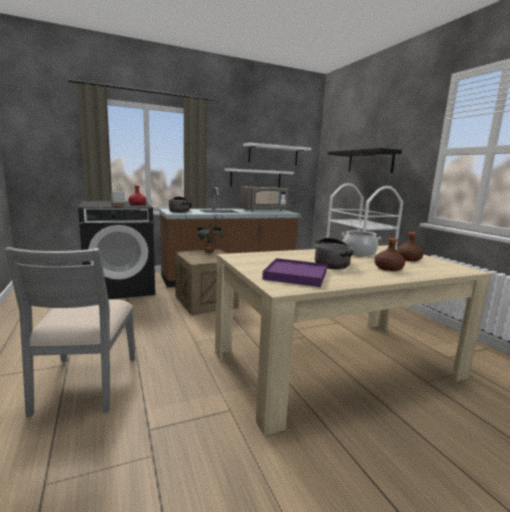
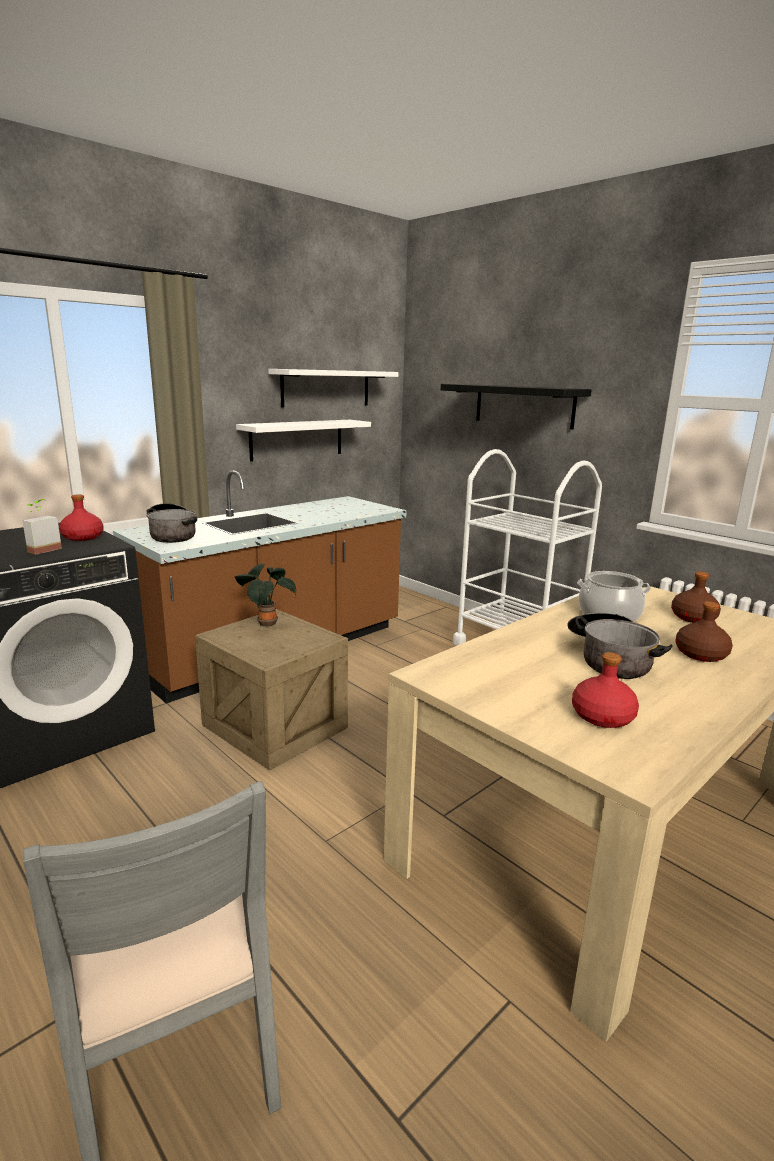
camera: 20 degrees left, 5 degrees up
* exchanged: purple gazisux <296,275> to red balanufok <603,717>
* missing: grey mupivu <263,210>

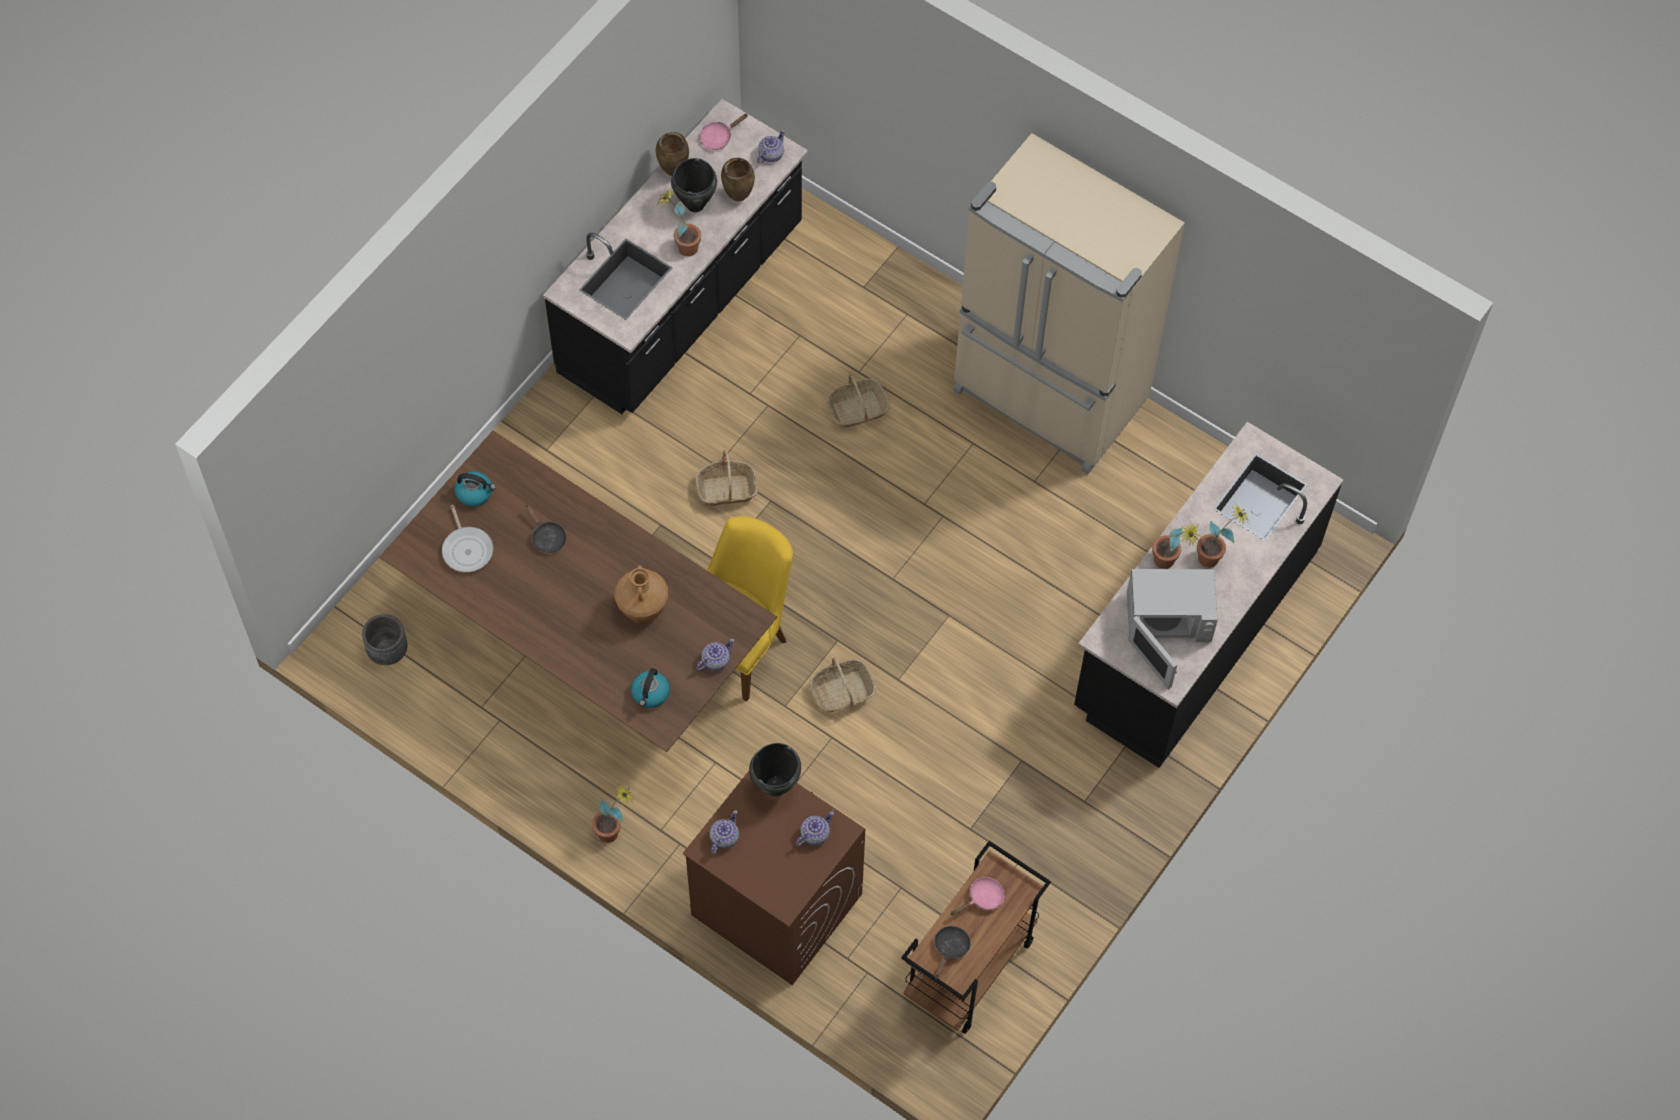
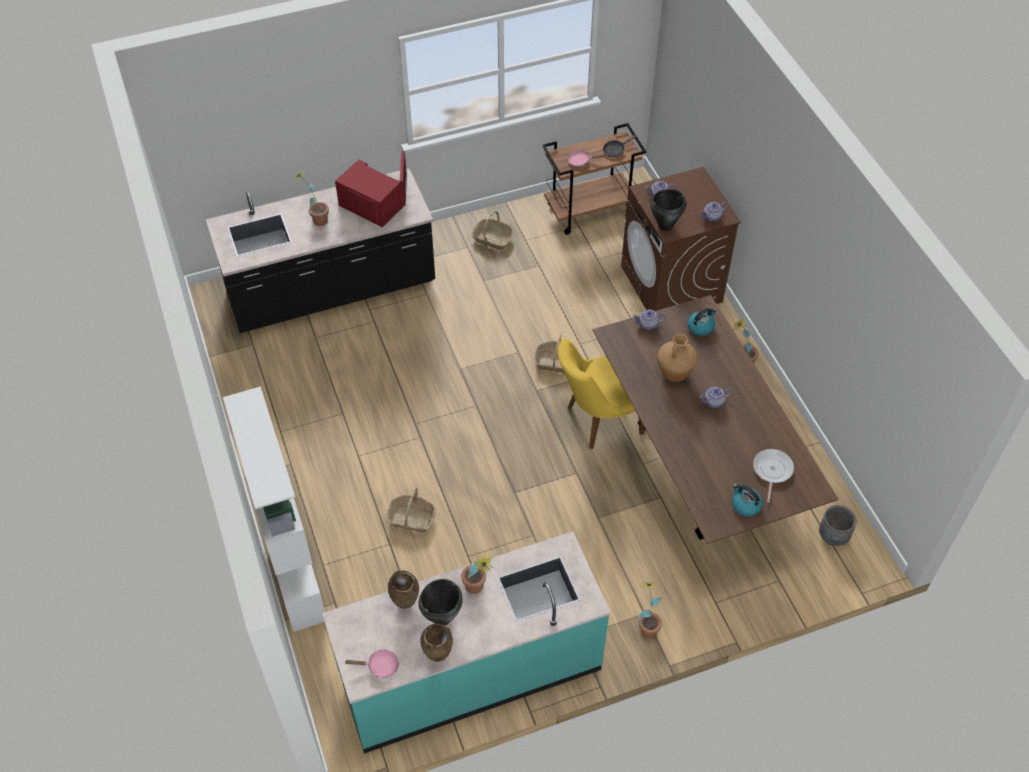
camera: 145 degrees left, 10 degrees down
* appeared: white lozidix <293,574>
* colour: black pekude <682,301> to turquoise pekude <470,671>
* colour: white mupivu <1166,620> to red mupivu <374,205>
* relocated: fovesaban <727,490> to <492,239>
* relocated: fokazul <1169,564> to <647,626>
* relocated: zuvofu <770,154> to <714,402>
* missing: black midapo <547,537>
* missing: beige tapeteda <1048,398>

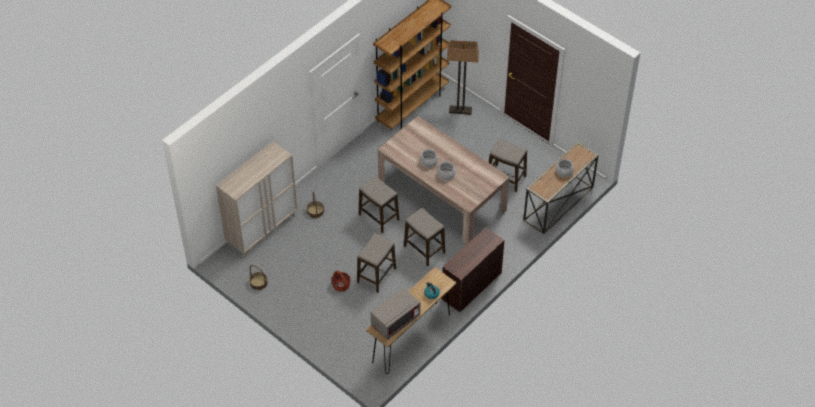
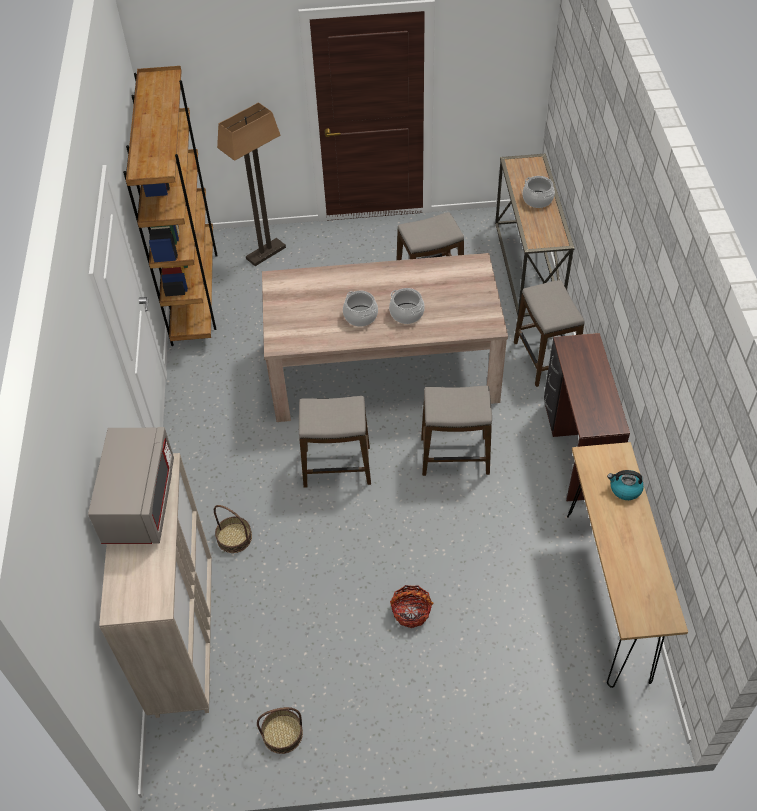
camera: 45 degrees left, 0 degrees up
* relocated: grey mupivu <395,321> to <140,502>
* relocated: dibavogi <376,275> to <545,359>

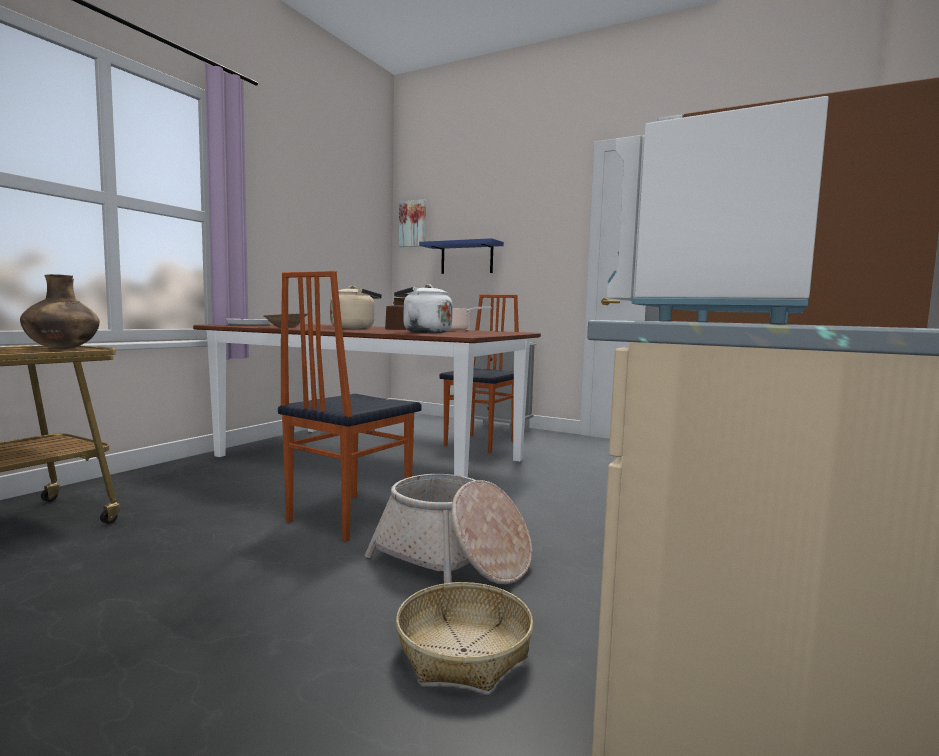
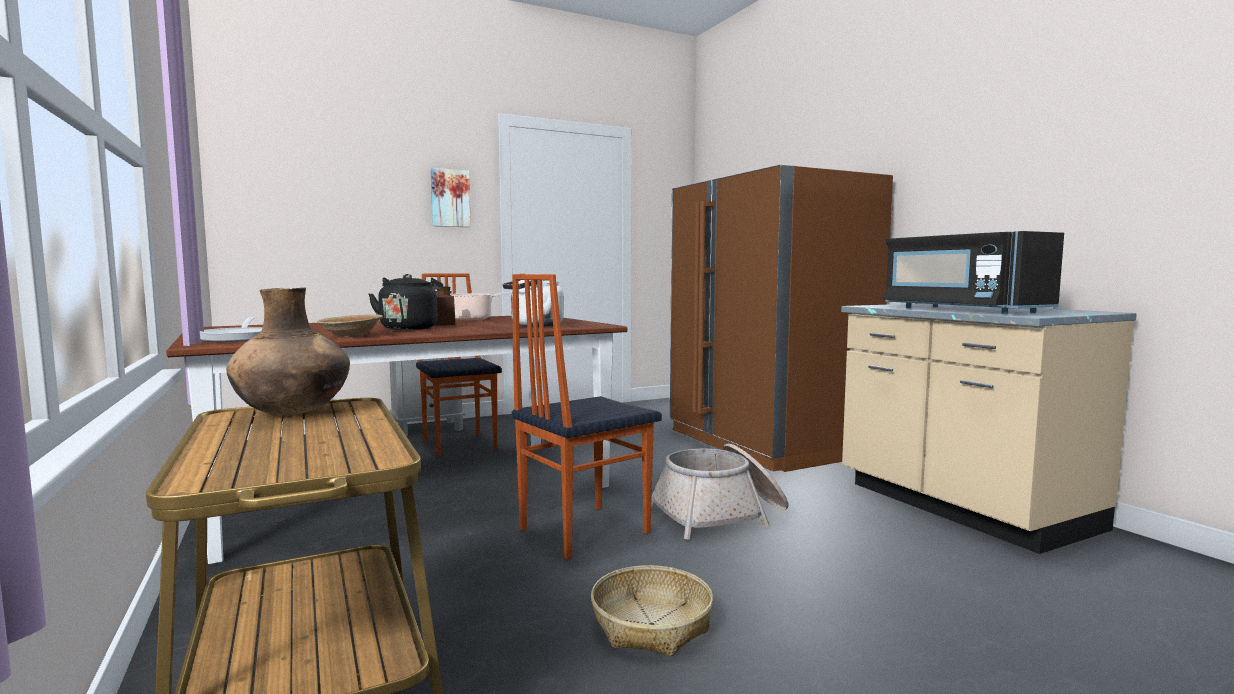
camera: 55 degrees left, 0 degrees up
* colour: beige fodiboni <355,328> to black fodiboni <410,328>
* relocated: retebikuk <413,224> to <450,198>
* spun: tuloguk <347,516> = <582,530> 75 degrees clockwise
* relocated: fovesaban <463,651> to <651,625>
* colour: white mupivu <721,321> to black mupivu <960,310>
* missing: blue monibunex <466,258>

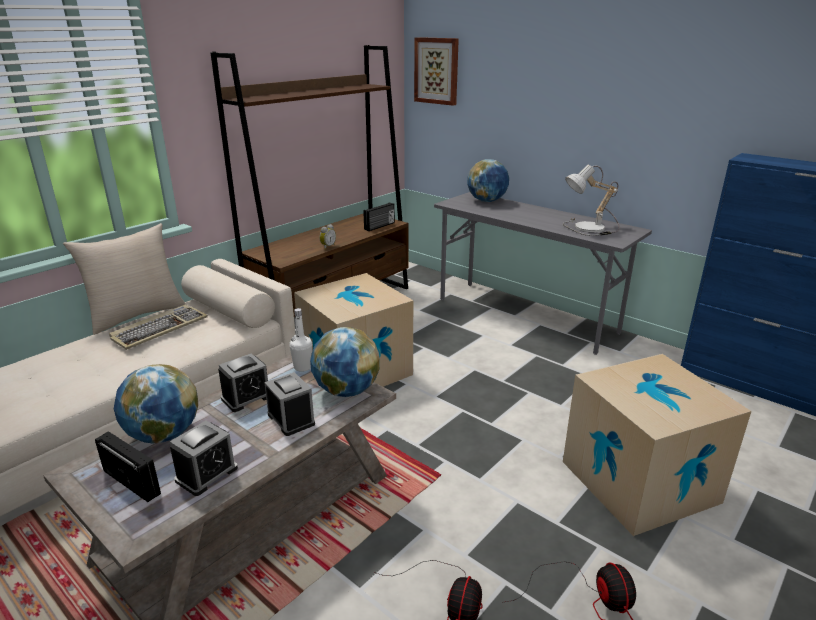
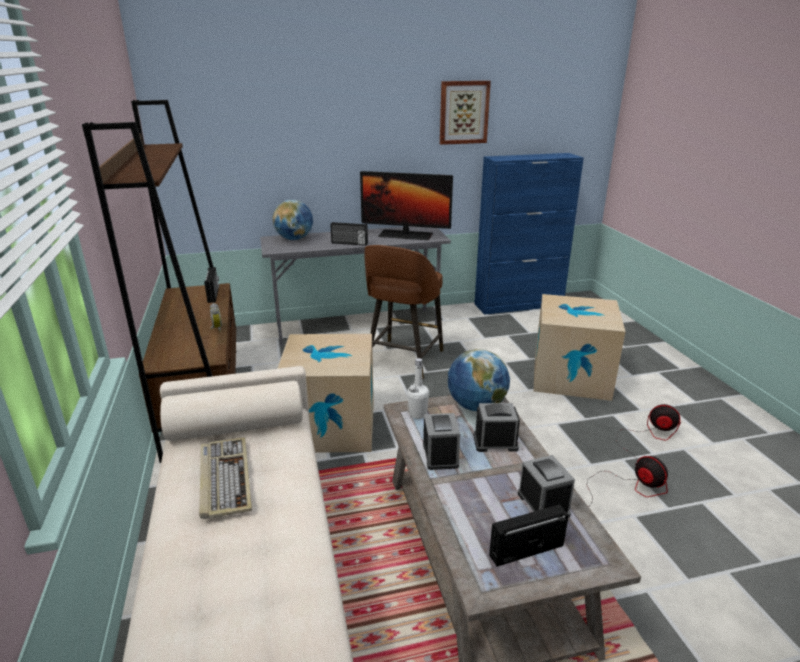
camera: 55 degrees left, 0 degrees up
* appeared: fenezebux <349,243>
* exchanged: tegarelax <589,229> to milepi <405,235>
* appeared: brown dibavogi <403,360>
* relocated: retebikuk <437,71> to <463,112>
* missing: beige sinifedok <137,315>
* missing: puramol <163,435>

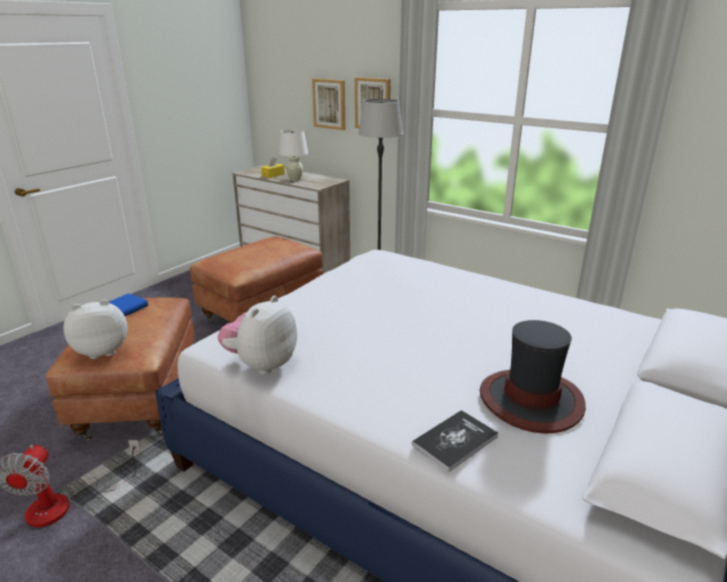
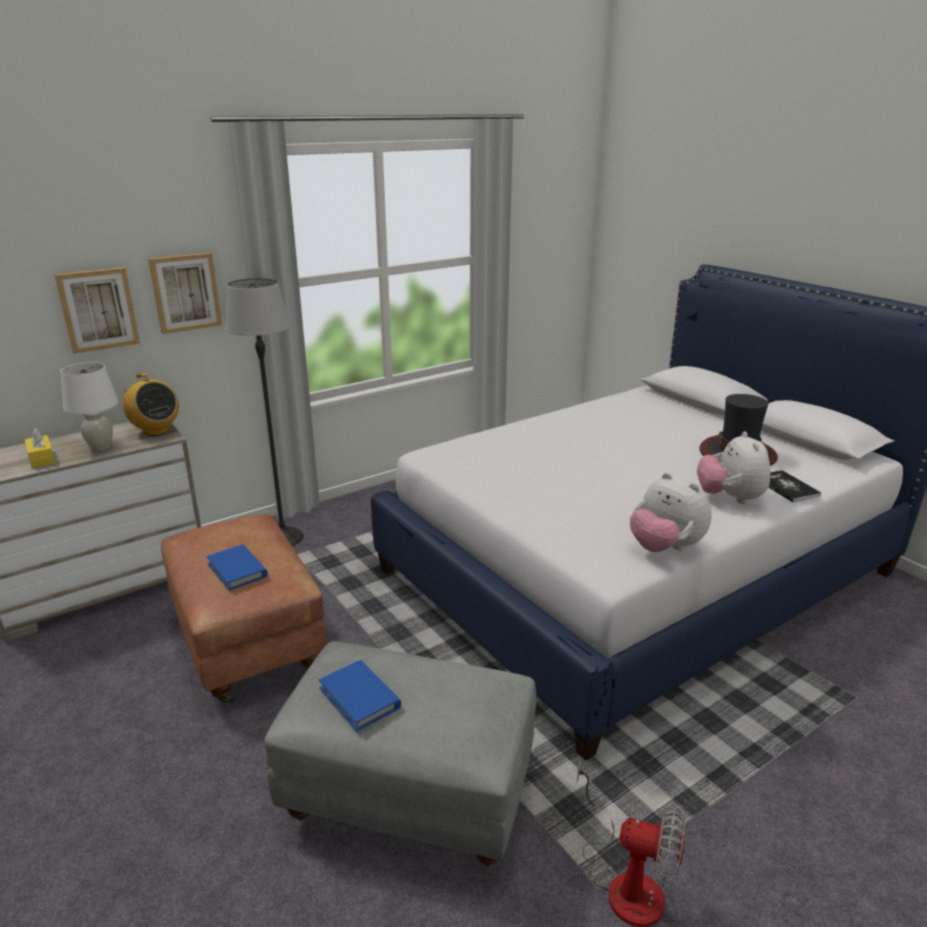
camera: 70 degrees left, 0 degrees up
* appeared: fenezebux <155,431>
* appeared: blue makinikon <237,570>
* colour: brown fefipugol <139,397> to grey fefipugol <408,800>
* relocated: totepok <102,351> to <730,498>

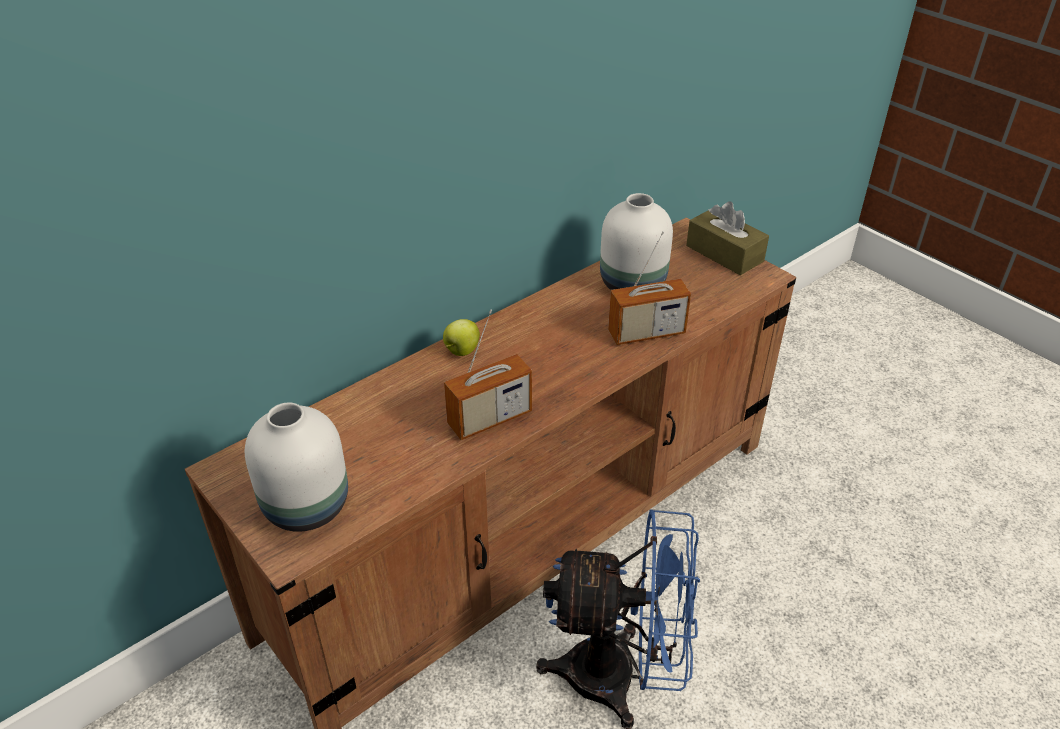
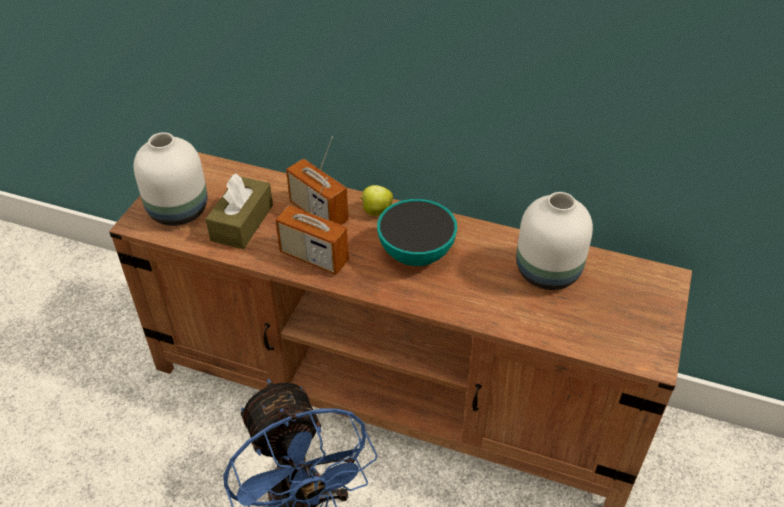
camera: 60 degrees right, 5 degrees up
* relocated: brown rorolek <724,253> to <242,223>
* relocated: fenezebux <646,333> to <318,212>
* appeared: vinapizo <416,253>

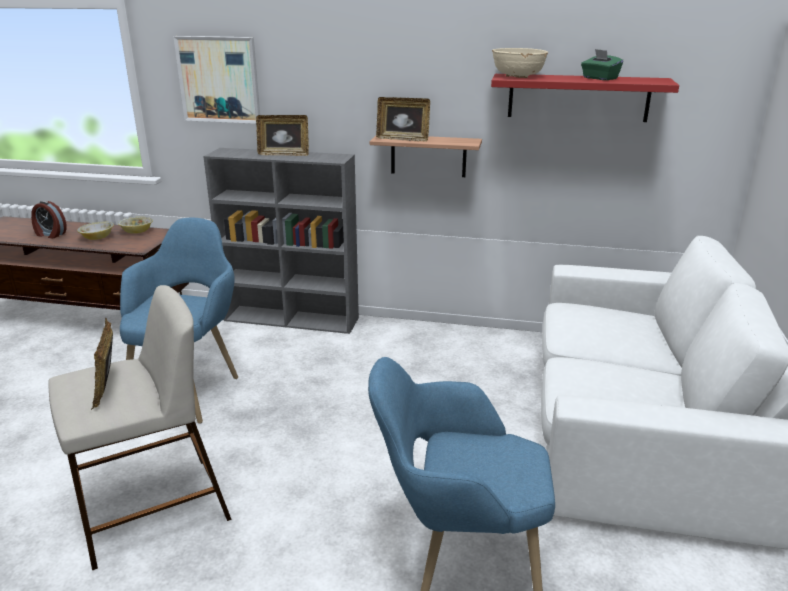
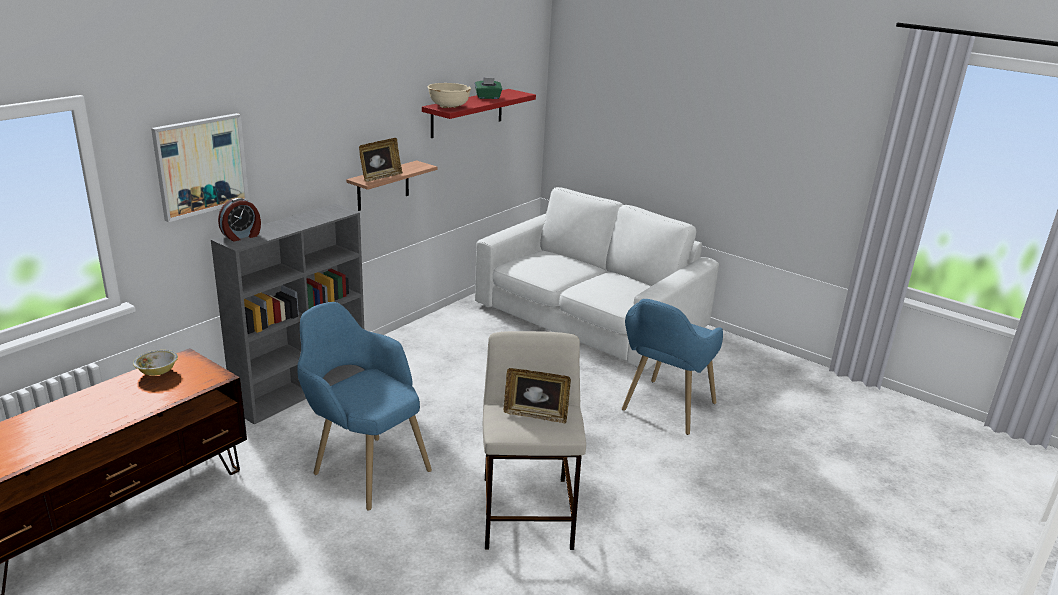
camera: 65 degrees left, 0 degrees up
* relocated: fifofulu <50,234> to <242,236>
* missing: vinapizo <97,238>
* missing: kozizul <284,154>

